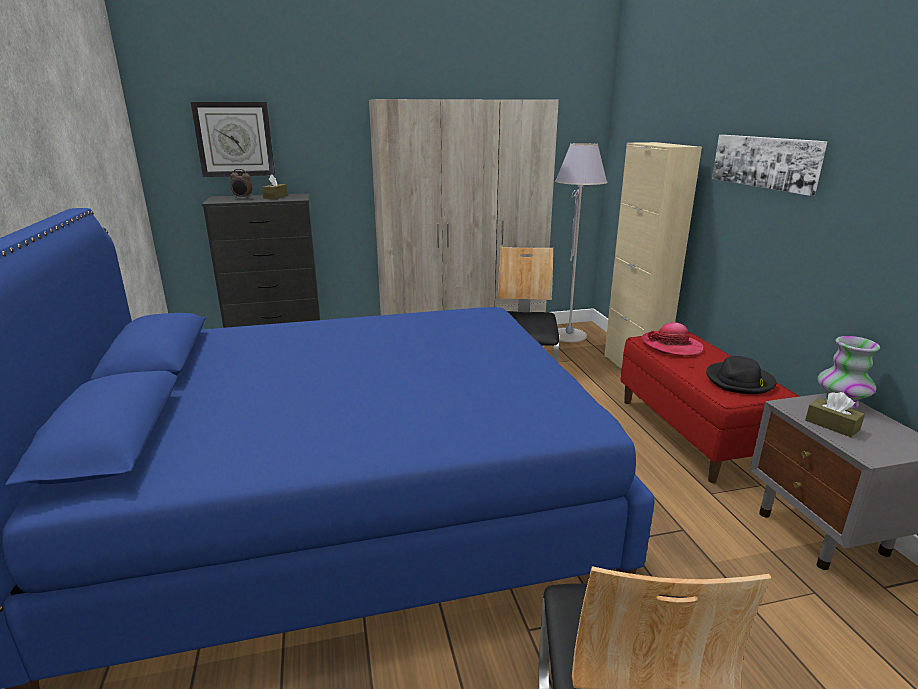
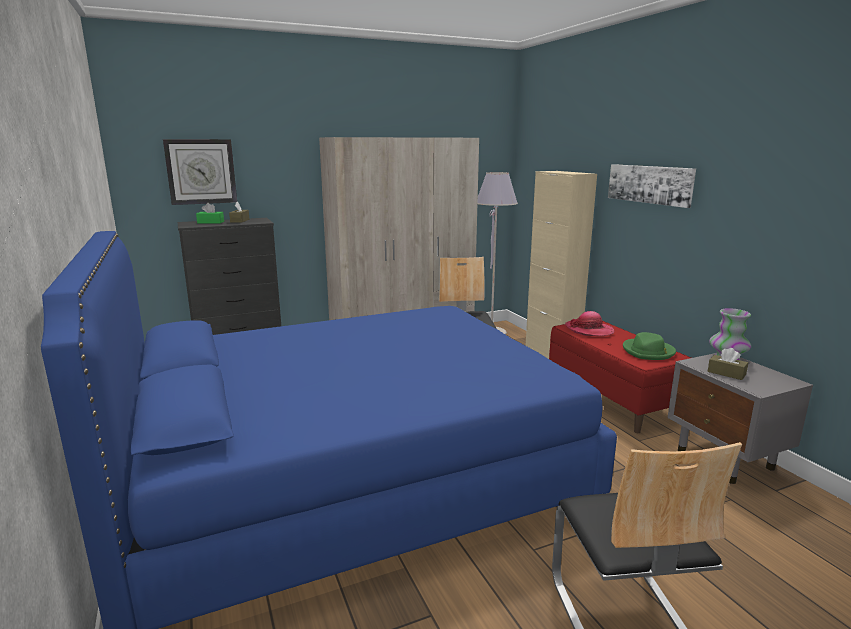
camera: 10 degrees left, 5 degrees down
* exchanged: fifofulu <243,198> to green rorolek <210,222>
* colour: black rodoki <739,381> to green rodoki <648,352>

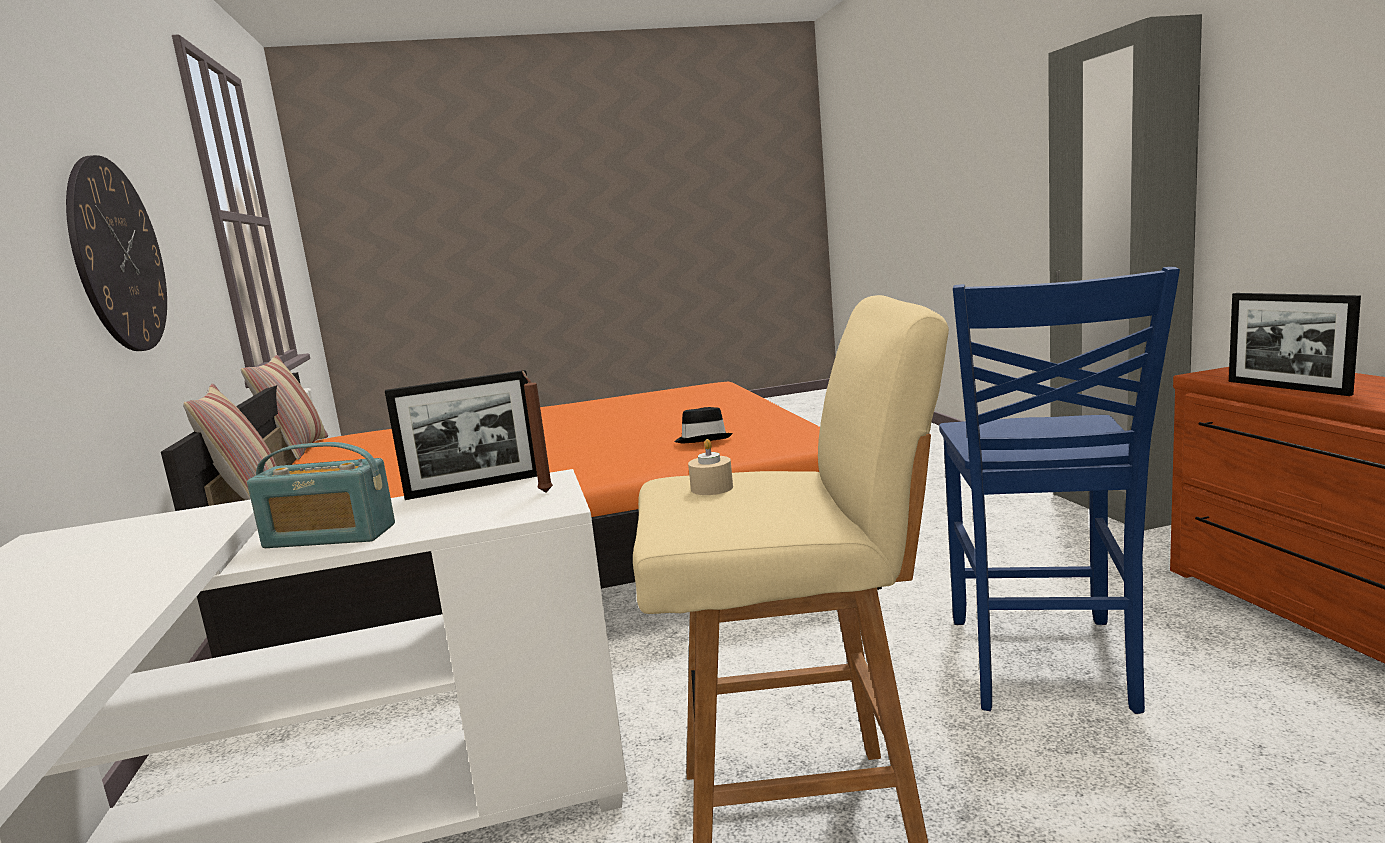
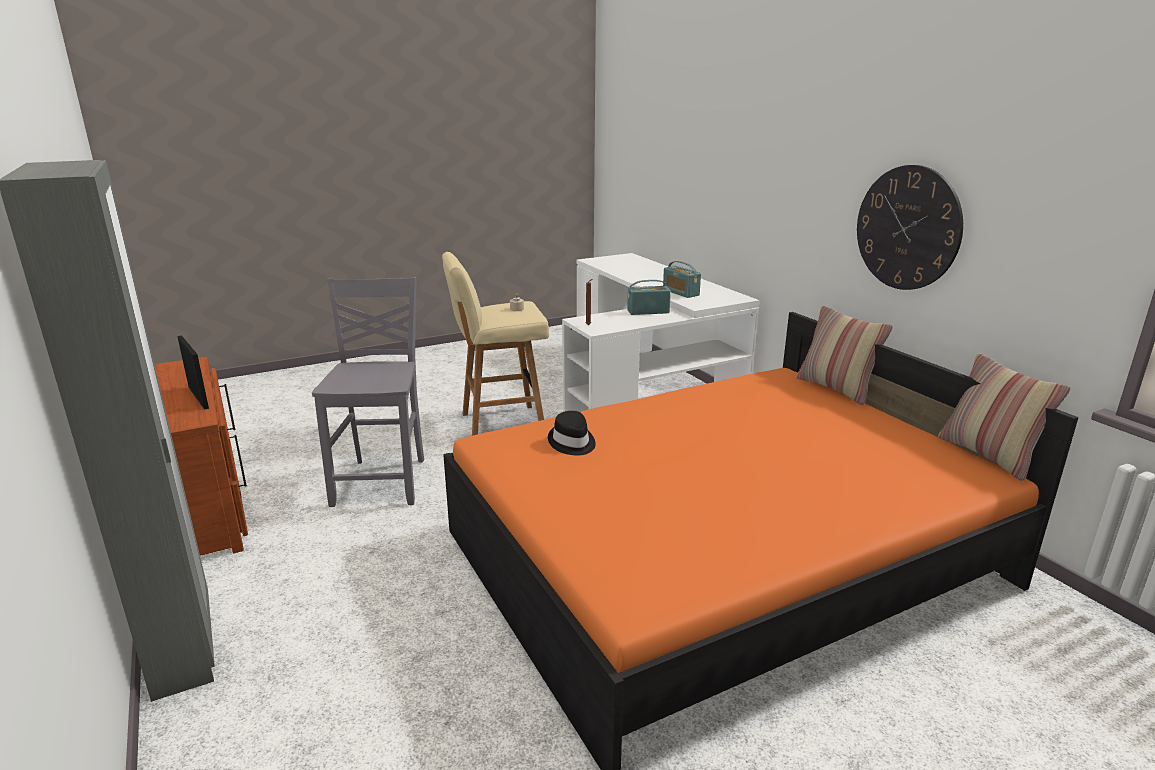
camera: 165 degrees right, 10 degrees up
* colour: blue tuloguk <1041,664> to grey tuloguk <383,481>
* appeared: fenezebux <680,292>
* missing: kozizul <474,486>

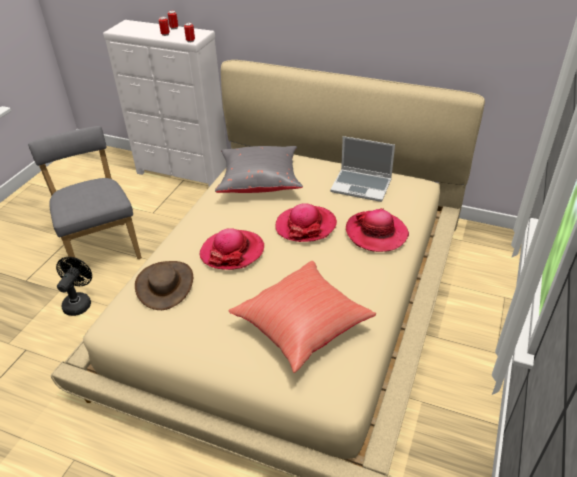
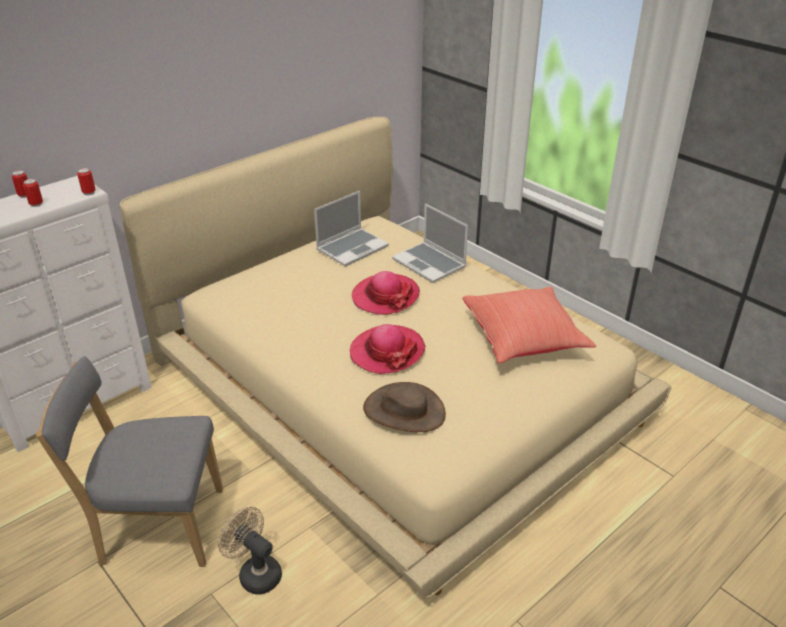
camera: 65 degrees left, 5 degrees down
* colour: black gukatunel <79,302> to beige gukatunel <255,573>
* exchanged: rodoki <376,233> to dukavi <430,264>
* missing: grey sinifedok <259,182>

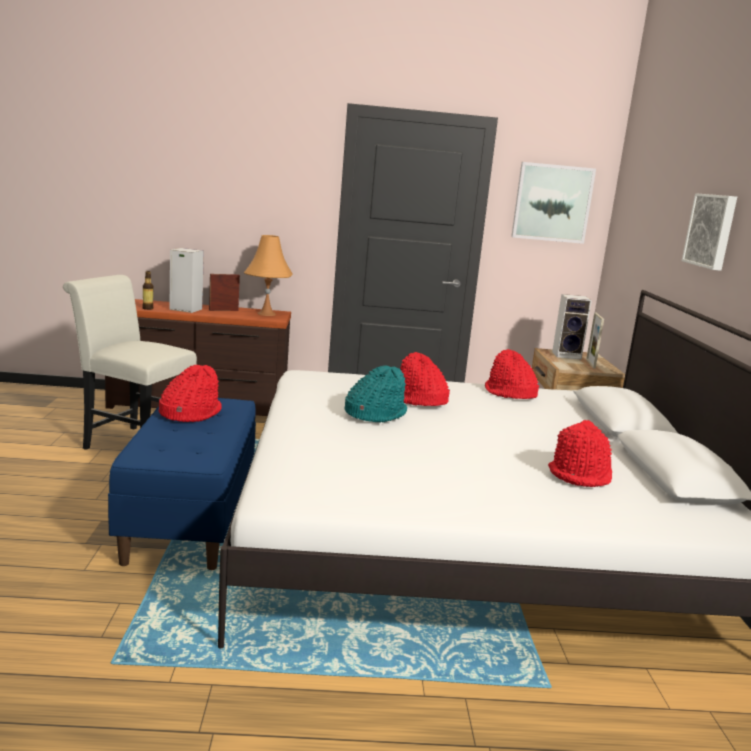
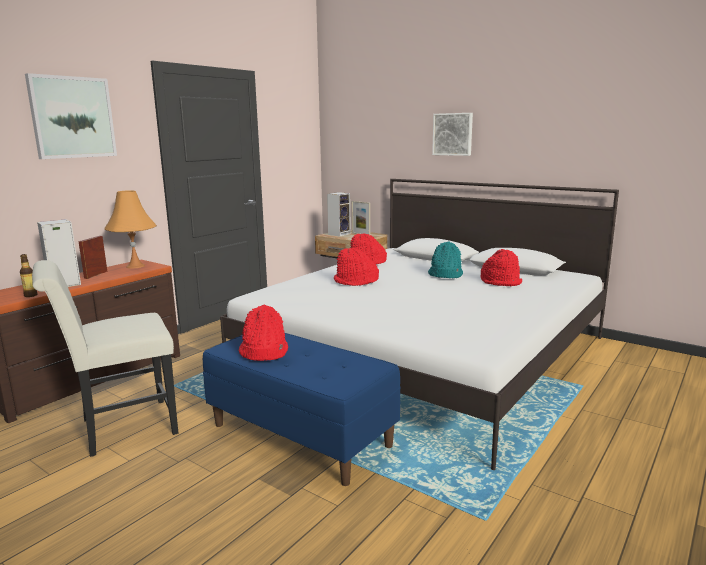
camera: 50 degrees left, 0 degrees up
* relocated: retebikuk <552,203> to <72,117>
* relocated: turquoise rodoki <375,414> to <445,274>

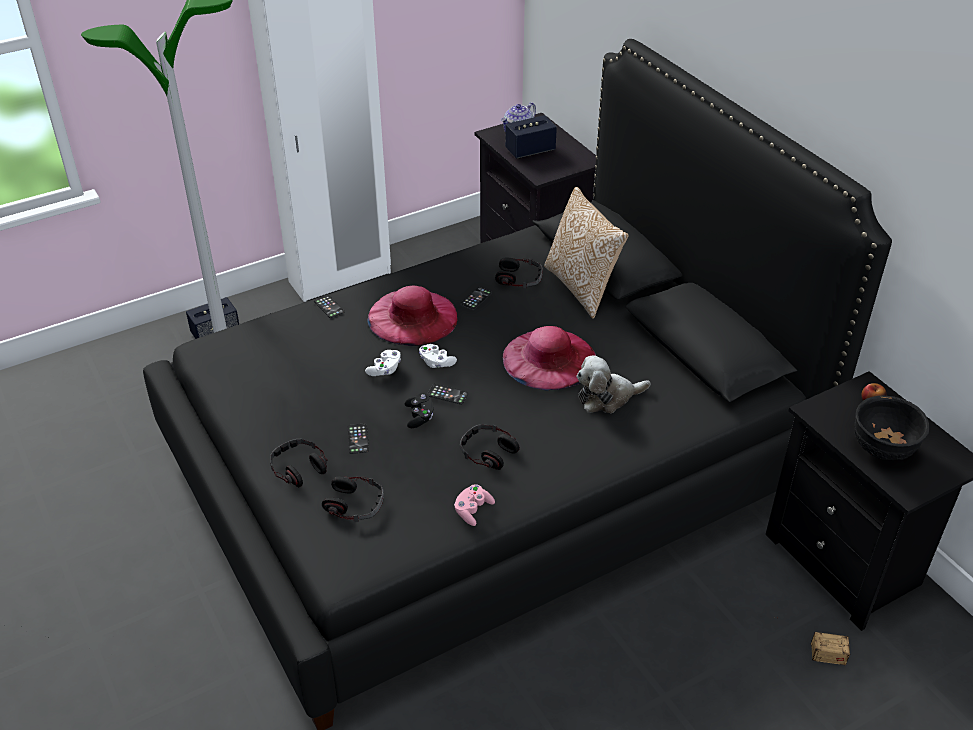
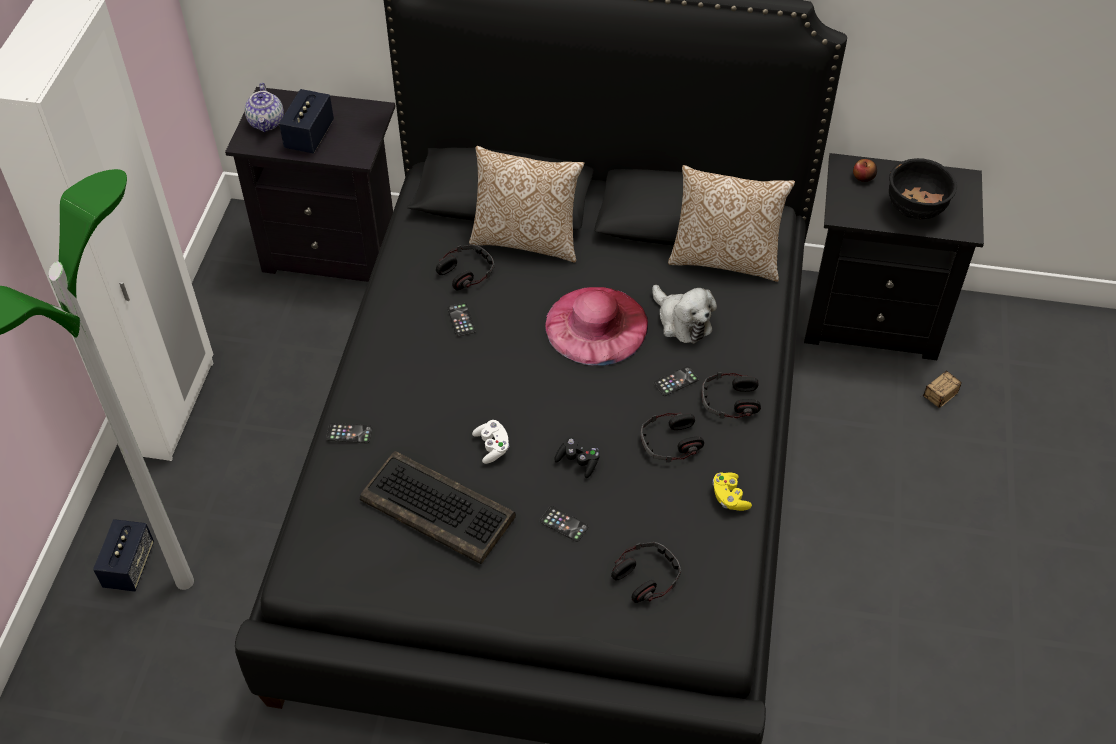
camera: 50 degrees left, 10 degrees up
* appeared: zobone <439,508>
* spun: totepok <607,397> = <682,321> 60 degrees counterclockwise
* relocated: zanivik <447,394> to <676,381>
* appeared: sinifedok <725,259>
* relocated: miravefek <298,468> to <729,401>
* colour: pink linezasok <473,510> to yellow linezasok <729,497>
* missing: pink rodoki <412,317>
* missing: white linezasok <436,362>

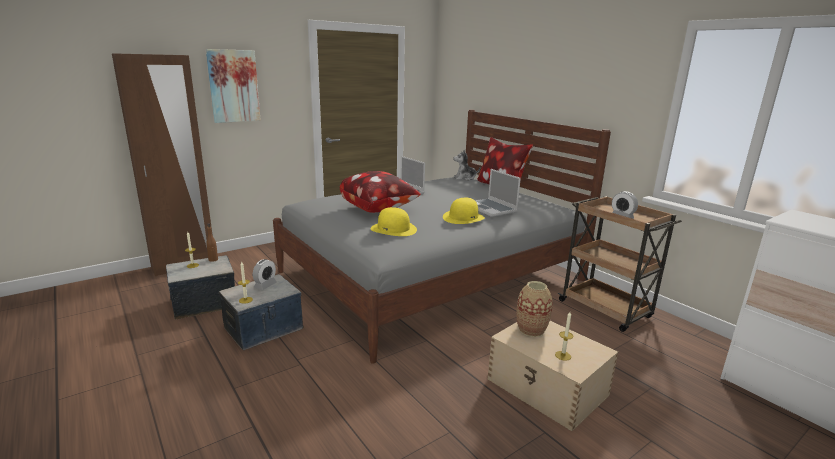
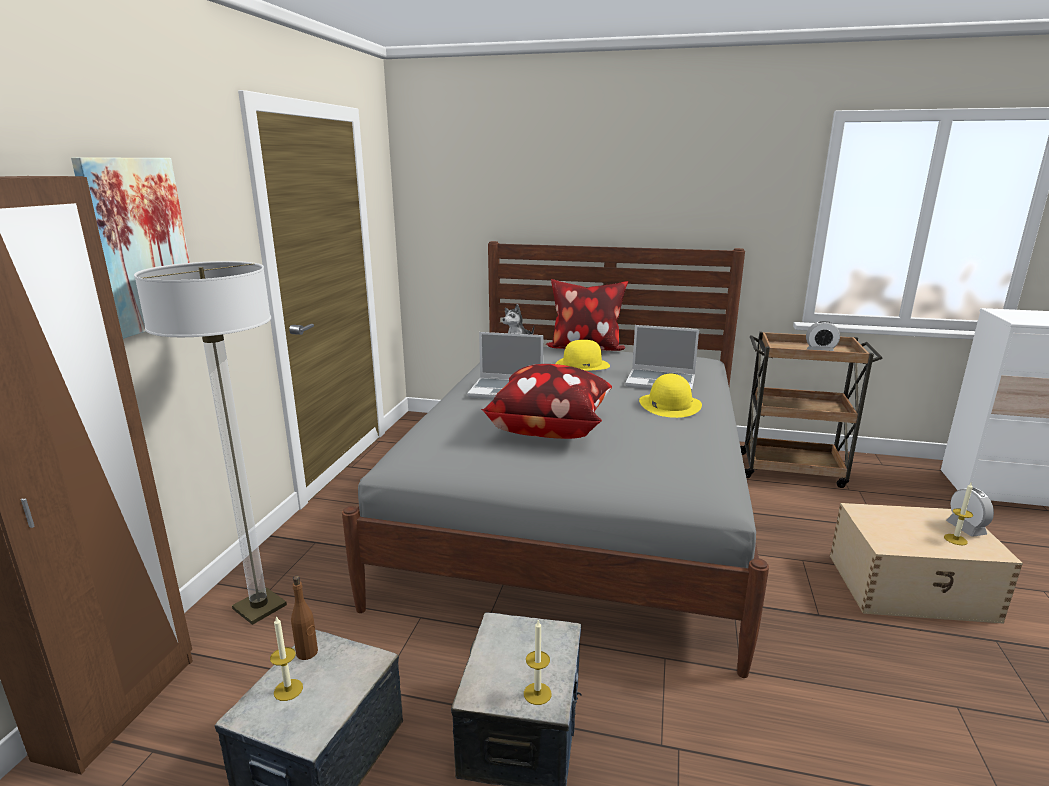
camera: 40 degrees left, 0 degrees up
* appeared: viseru <259,607>
* relocated: yellow rodoki <394,229> to <582,365>
* relocated: fifofulu <265,285> to <965,528>
* missing: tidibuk <531,330>

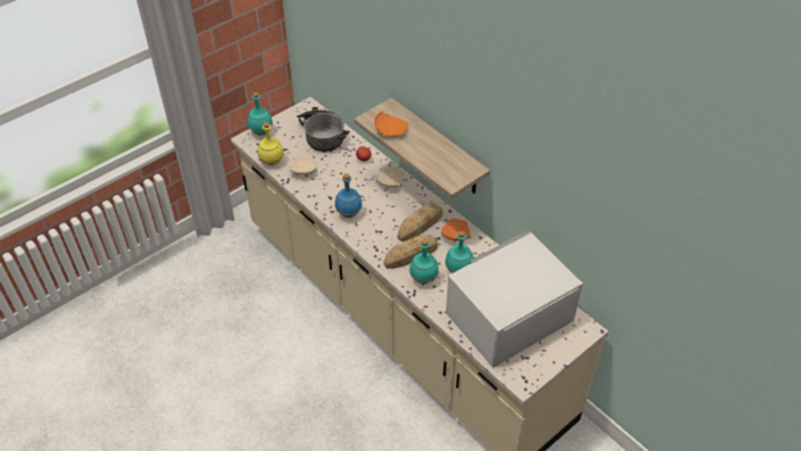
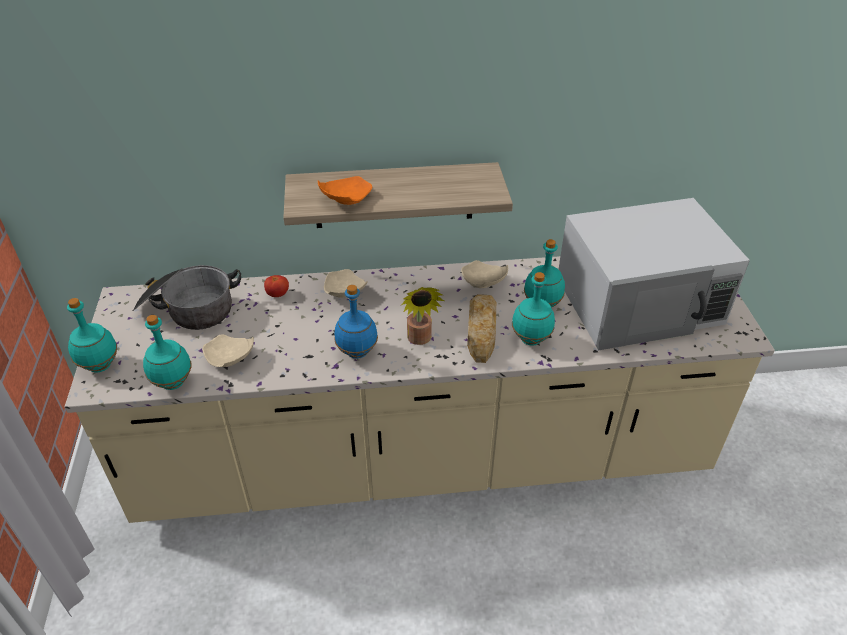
camera: 55 degrees left, 5 degrees down
* colour: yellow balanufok <272,162> to turquoise balanufok <173,382>
* appeared: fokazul <420,340>
* colour: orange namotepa <455,235> to beige namotepa <483,282>
* spun: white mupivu <508,316> = <640,301> 105 degrees counterclockwise
* missing: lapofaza <420,225>

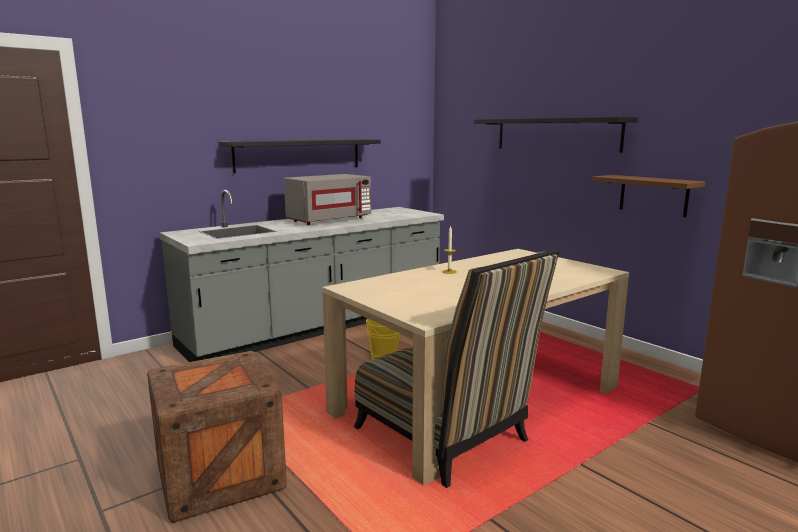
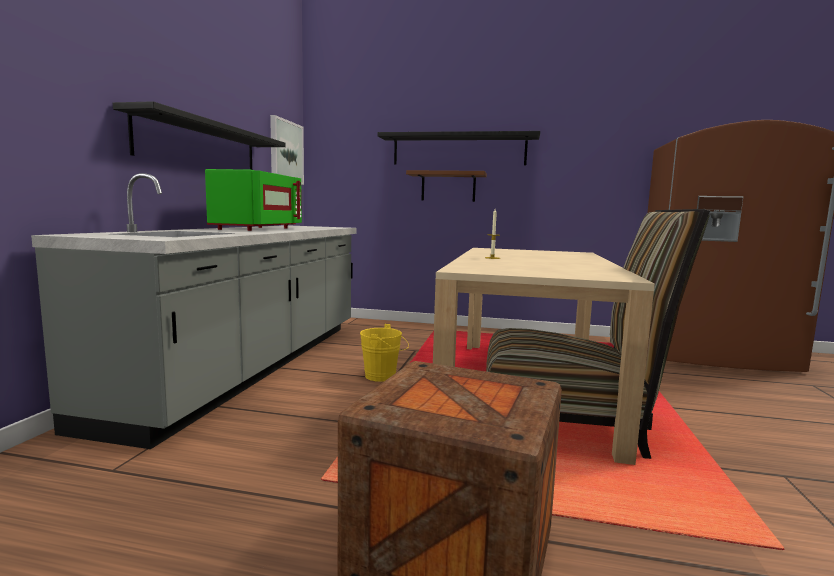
camera: 40 degrees left, 5 degrees down
* colour: grey mupivu <329,220> to green mupivu <258,229>
* appeared: retebikuk <286,152>
* relocated: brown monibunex <653,195> to <448,187>

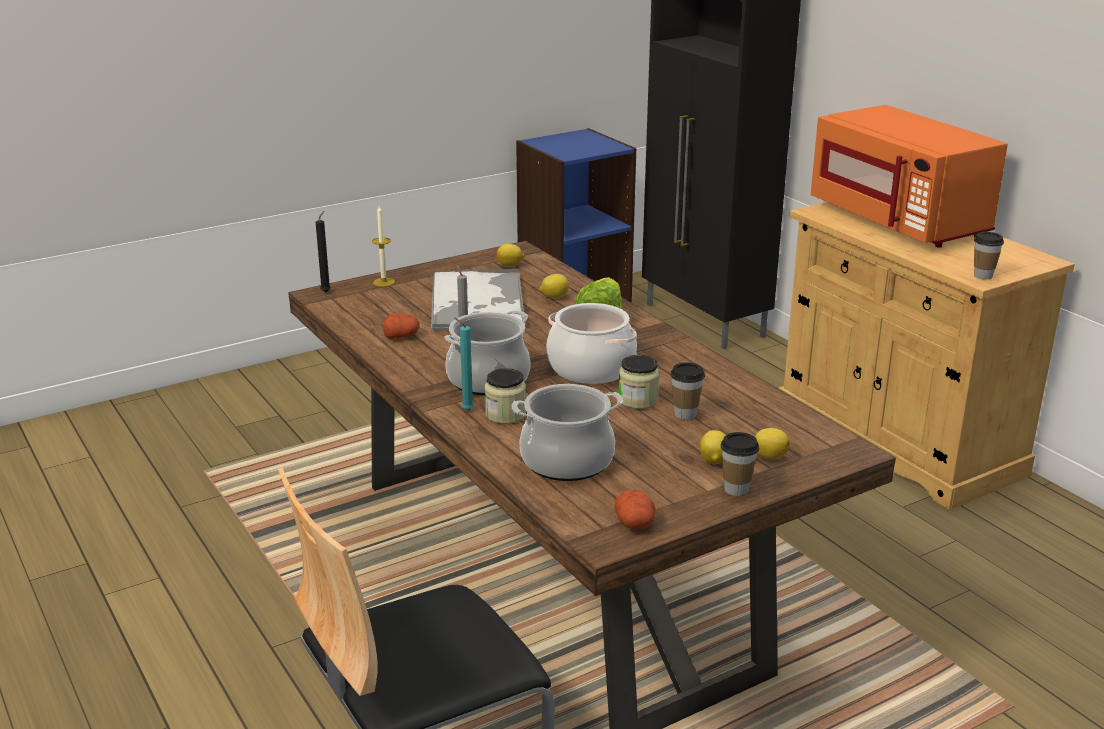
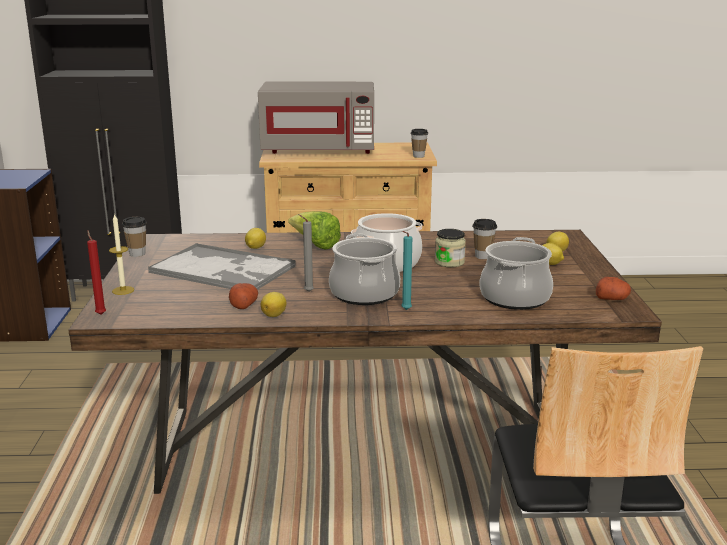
camera: 60 degrees left, 5 degrees down
* colour: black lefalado <327,291> to red lefalado <100,314>
* relocated: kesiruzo <736,489> to <137,254>
* colour: orange mupivu <899,221> to grey mupivu <319,150>
* relocated: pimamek <510,265> to <274,315>
* missing: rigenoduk <505,414>

